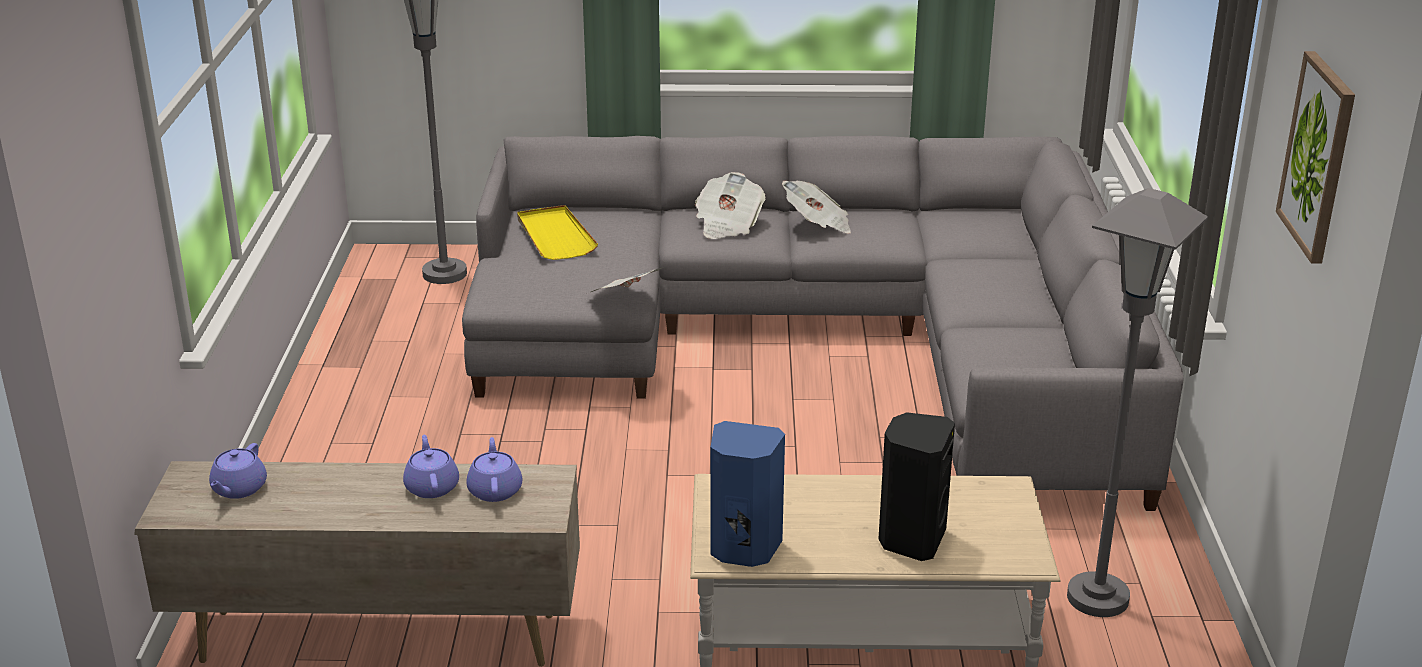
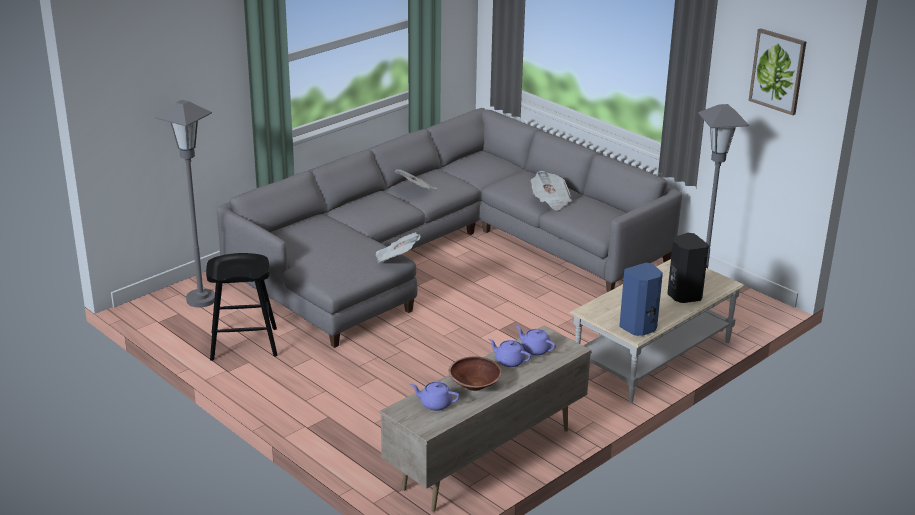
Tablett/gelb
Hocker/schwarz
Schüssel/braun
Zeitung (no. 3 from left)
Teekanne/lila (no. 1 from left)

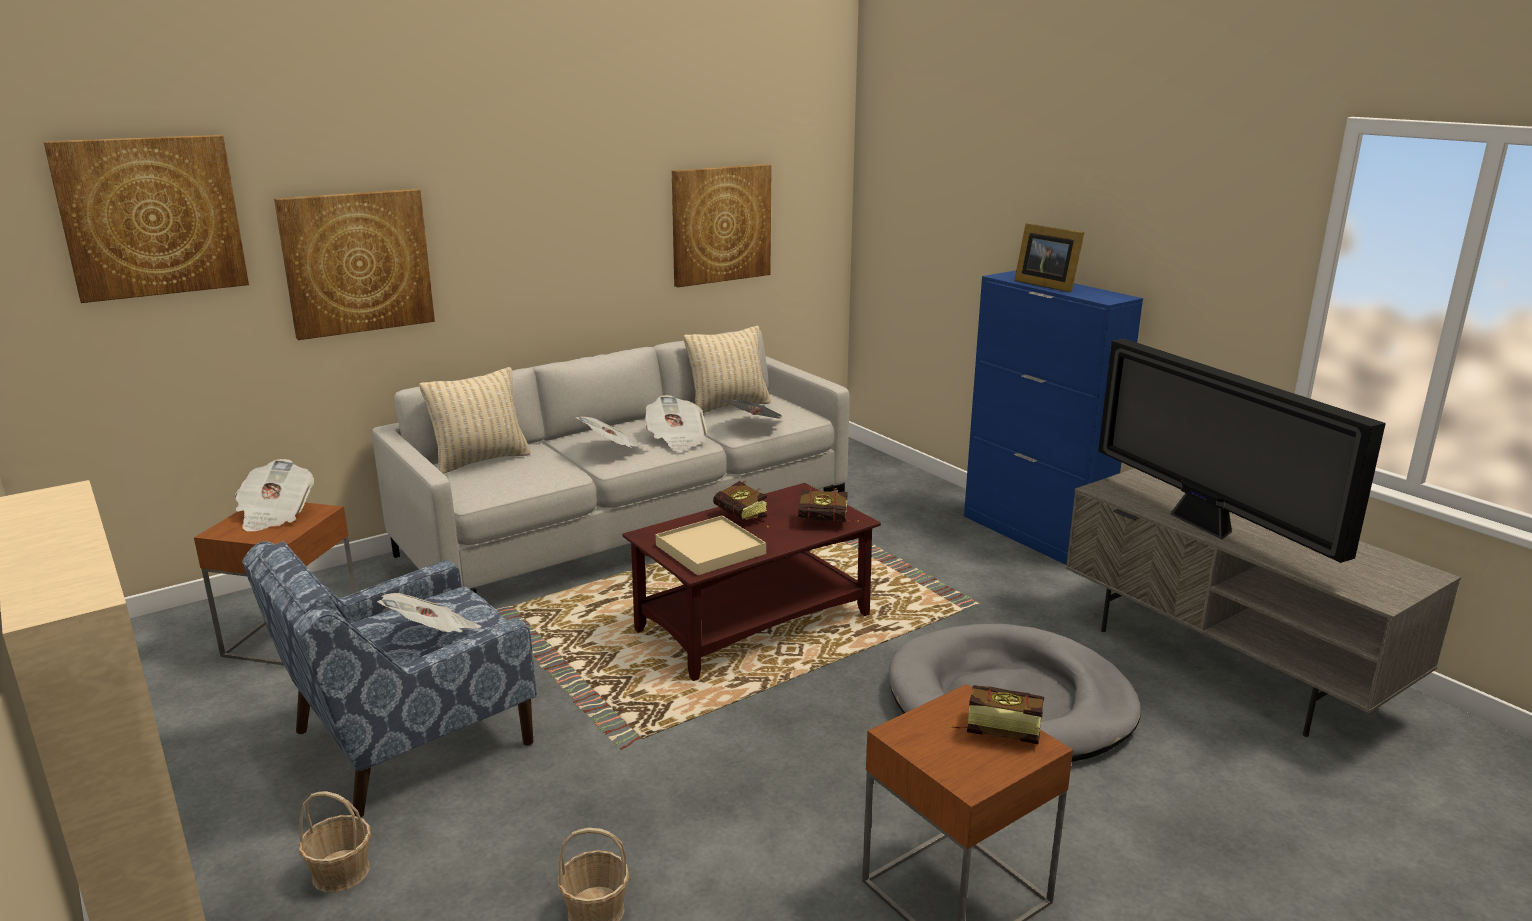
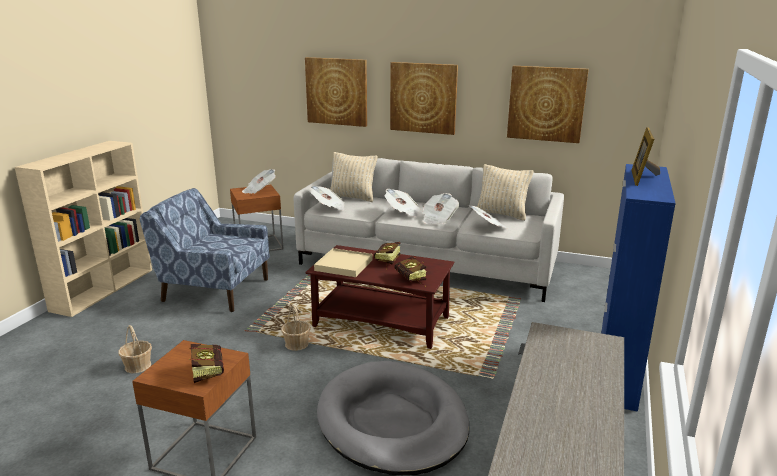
Fernseher
Bild (no. 2 from left)
Korb (no. 2 from left)
Zeitung (no. 2 from left)

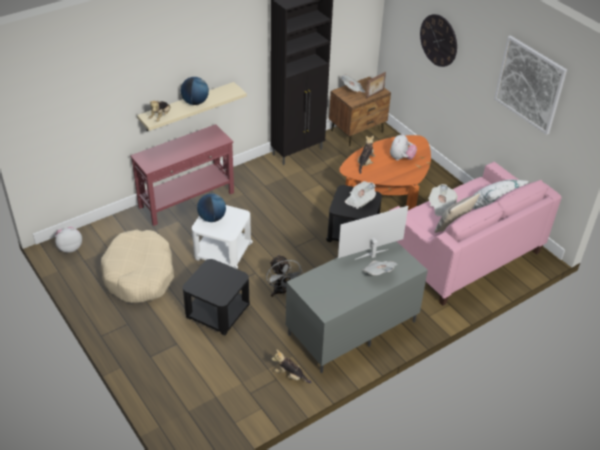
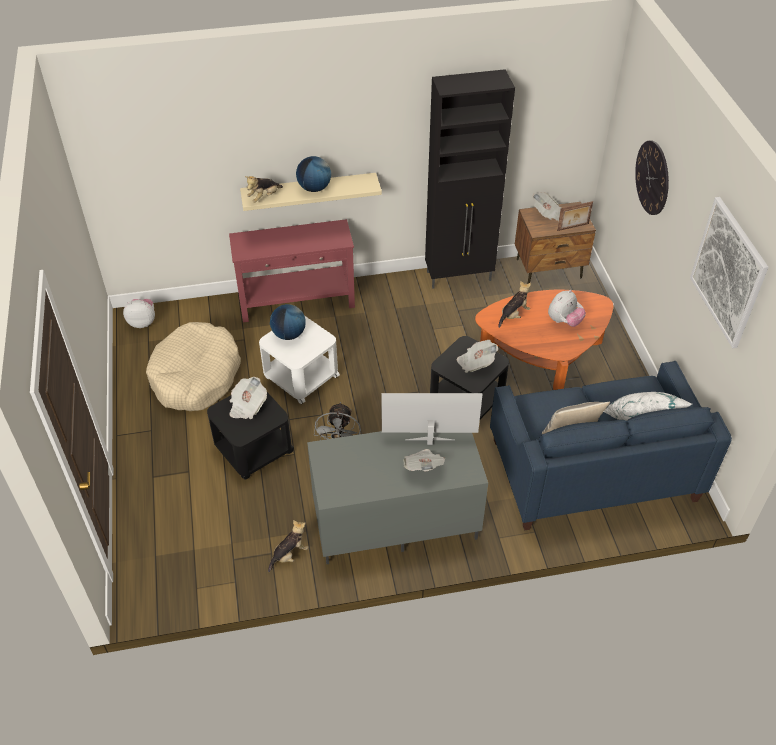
Zeitung (no. 1 from left)
Sofa/blau
Plüschtier (no. 3 from left)

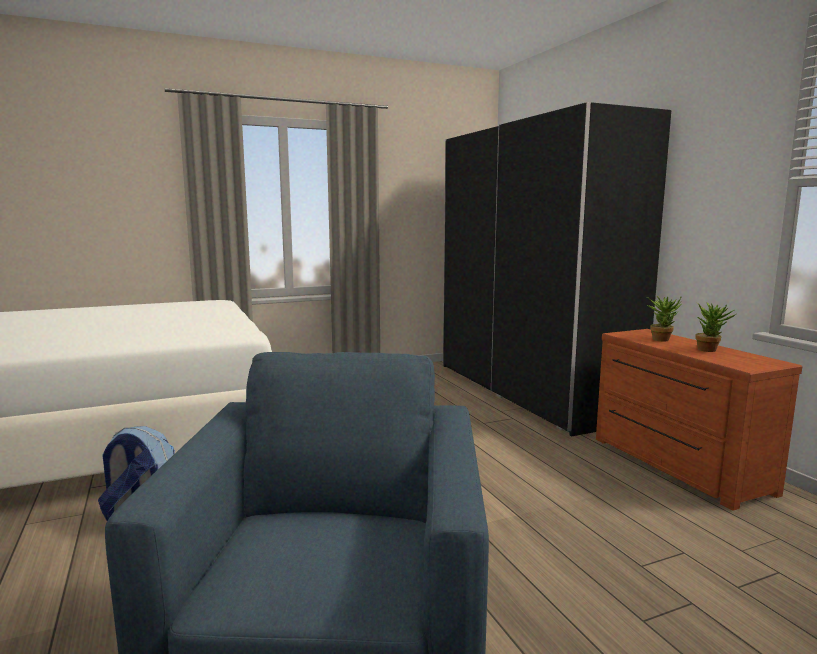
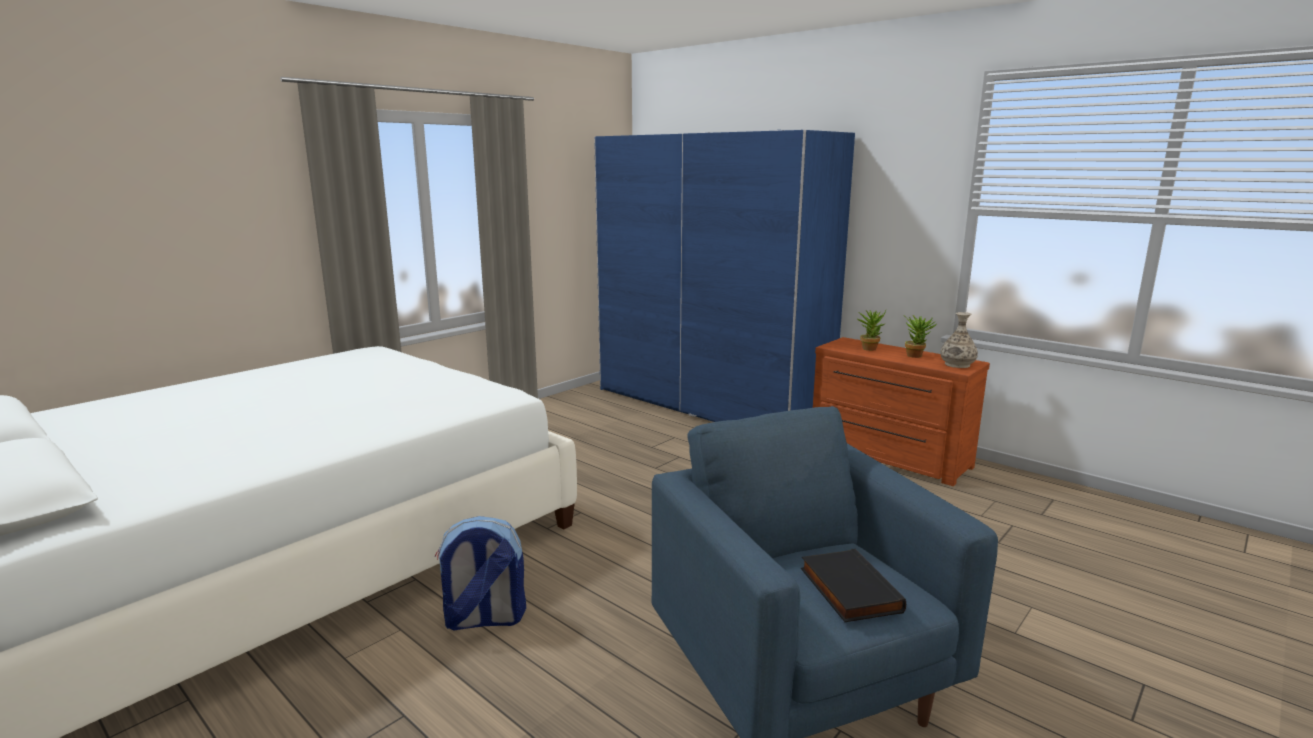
Buch/schwarz
Vase
Kleiderschrank/blau

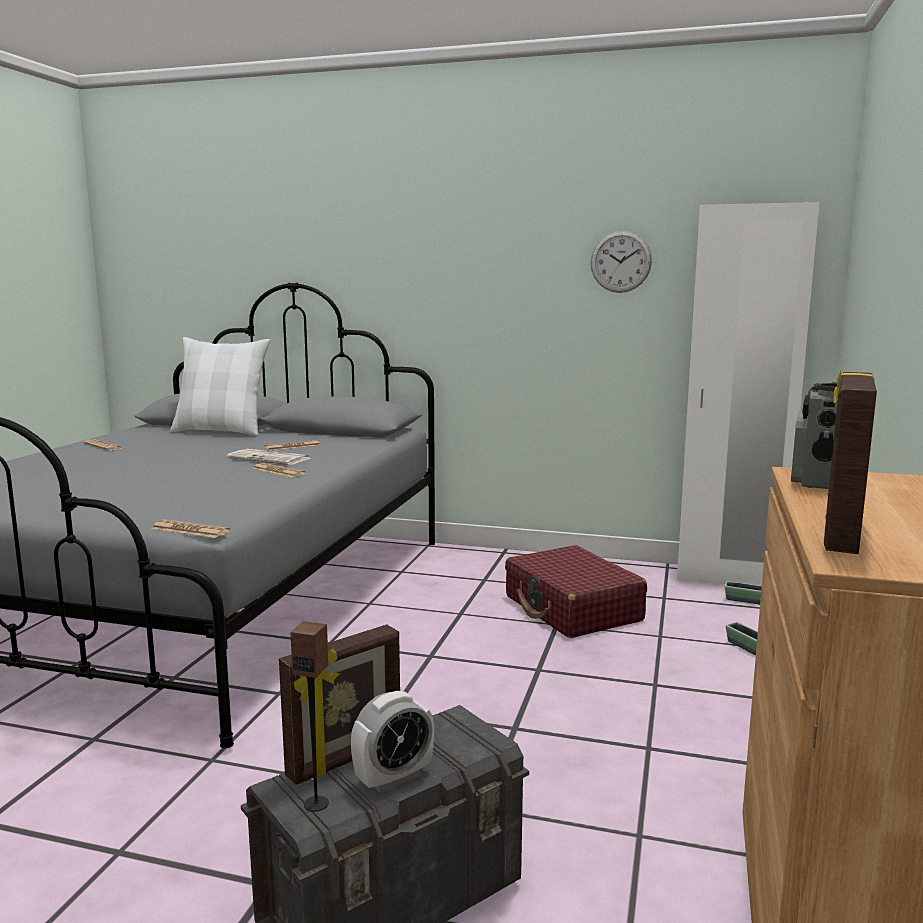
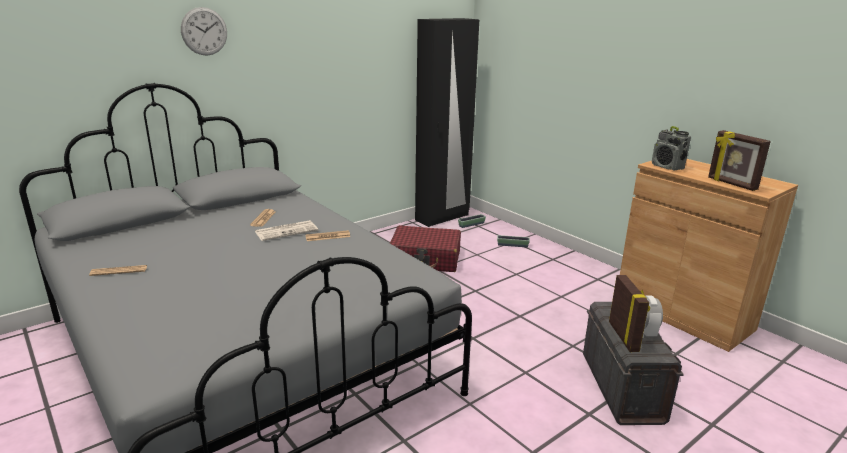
Zeitung (no. 2 from left in the first image)
Kissen/weiß
Lautsprecher
Wanduhr
Kleiderschrank/schwarz

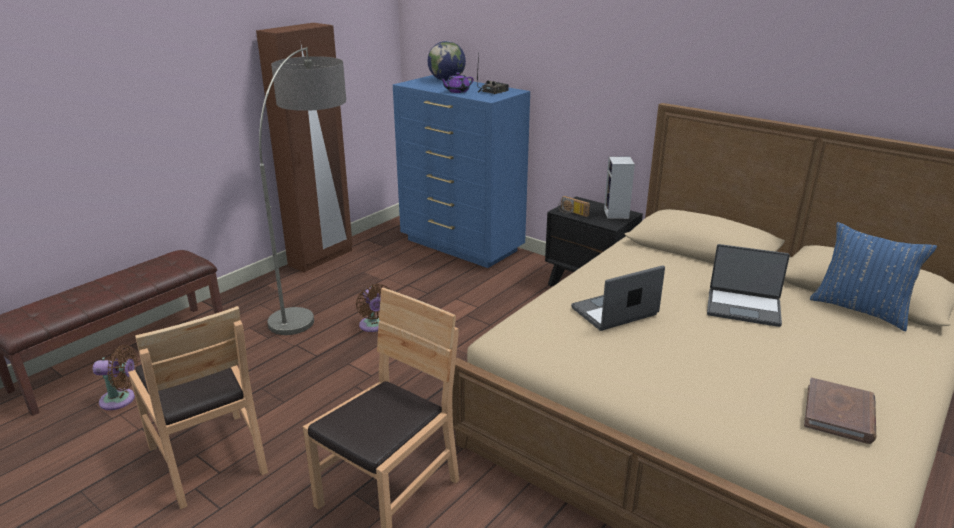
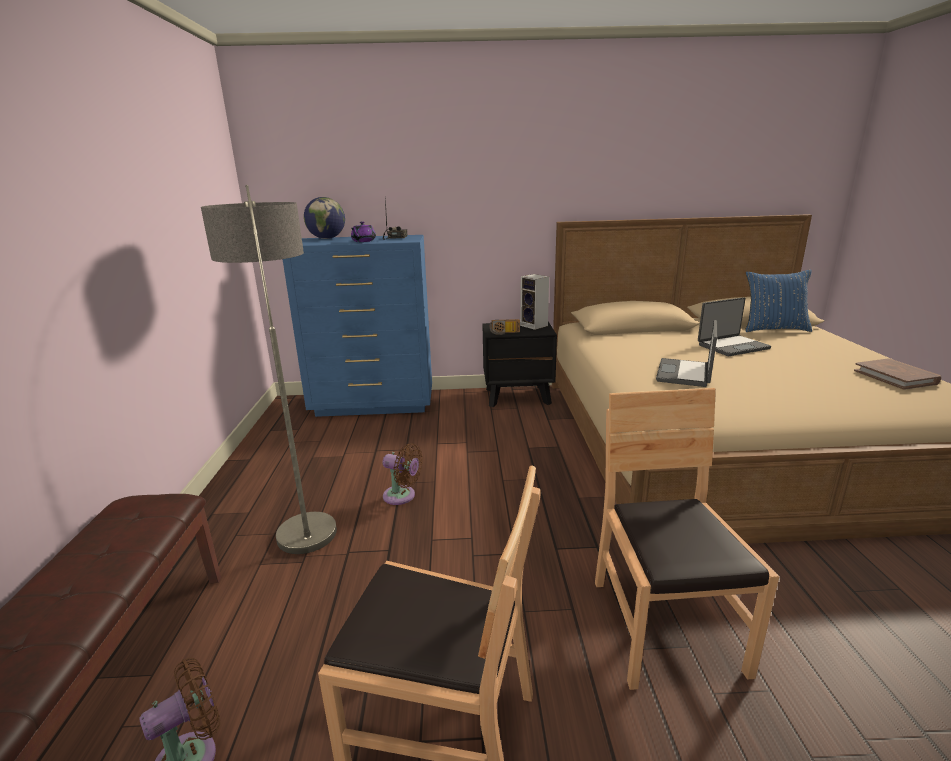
Kleiderschrank/braun

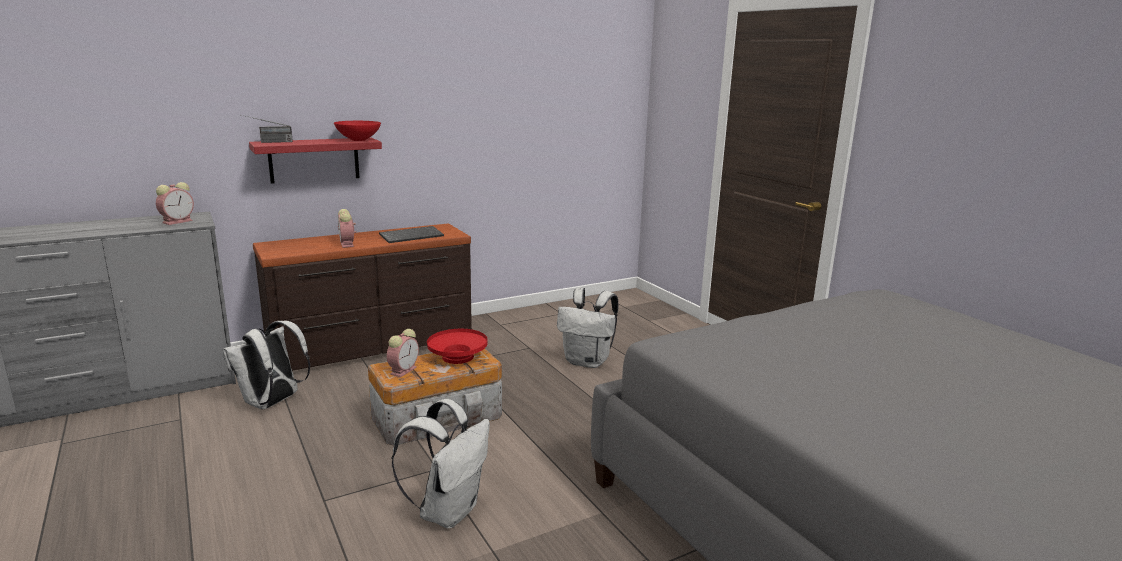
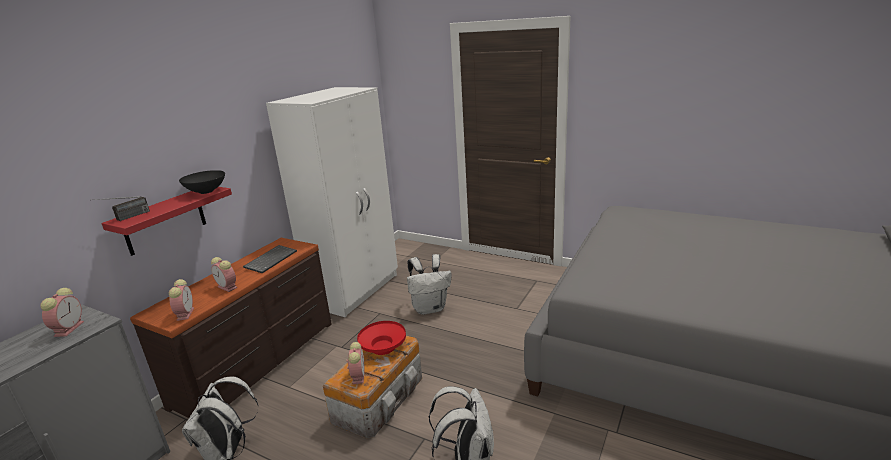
Wecker (no. 2 from left)
Kleiderschrank/weiß
Schüssel/schwarz

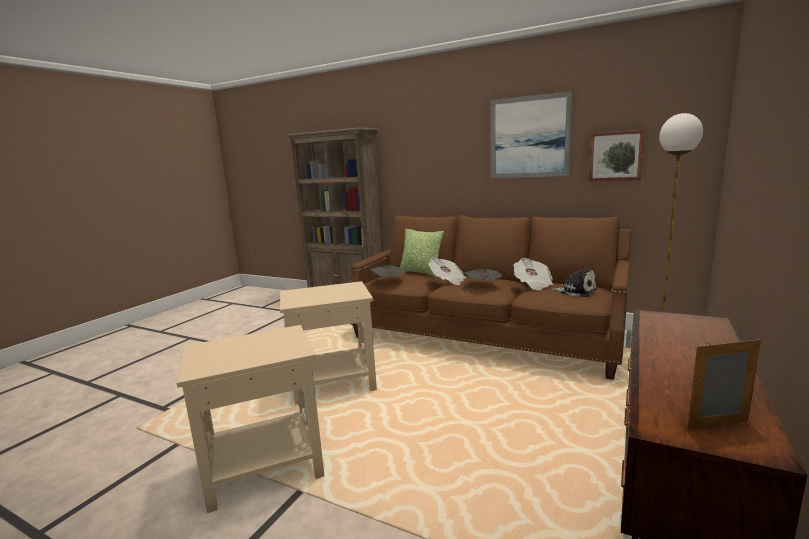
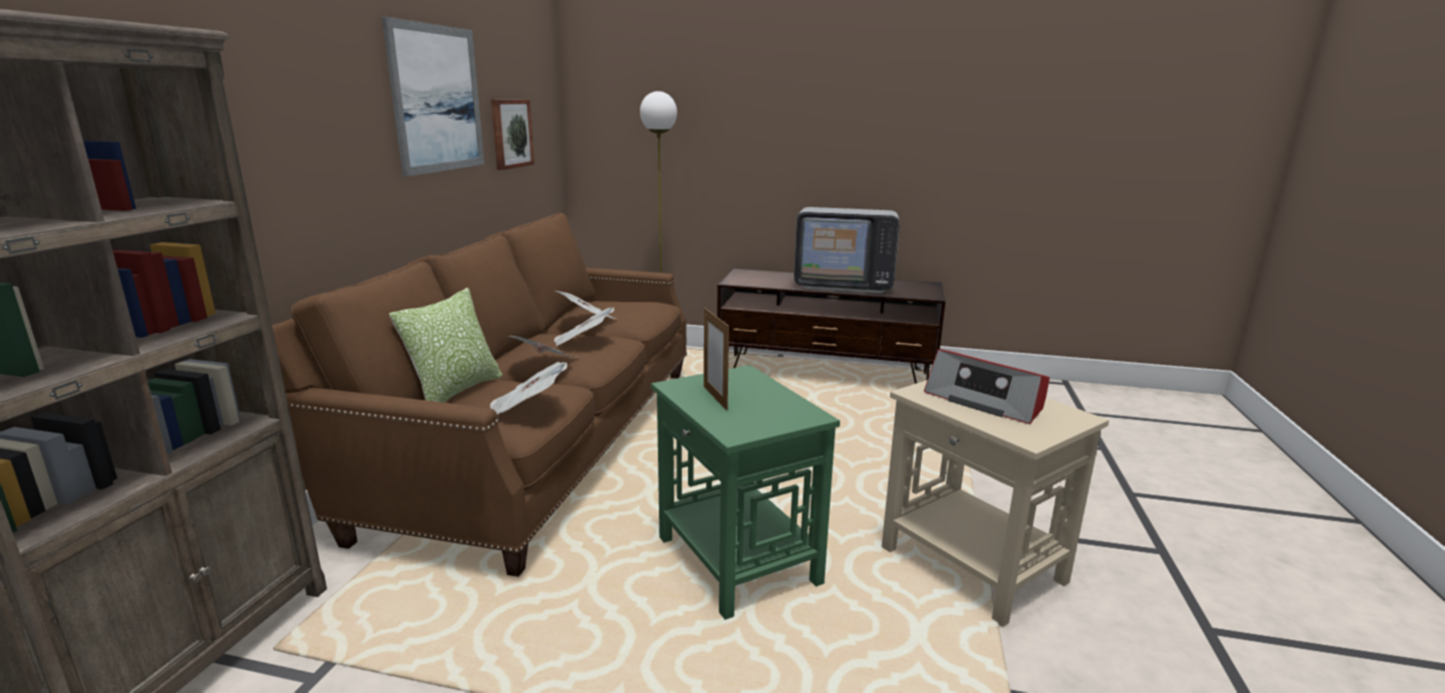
Plüschtier
Fernseher
Radio
Bilderrahmen
Beistelltisch/grün

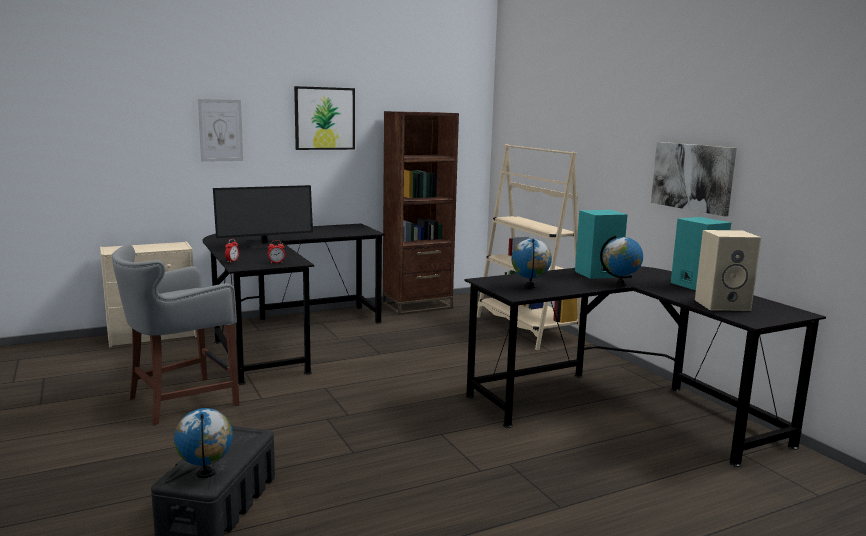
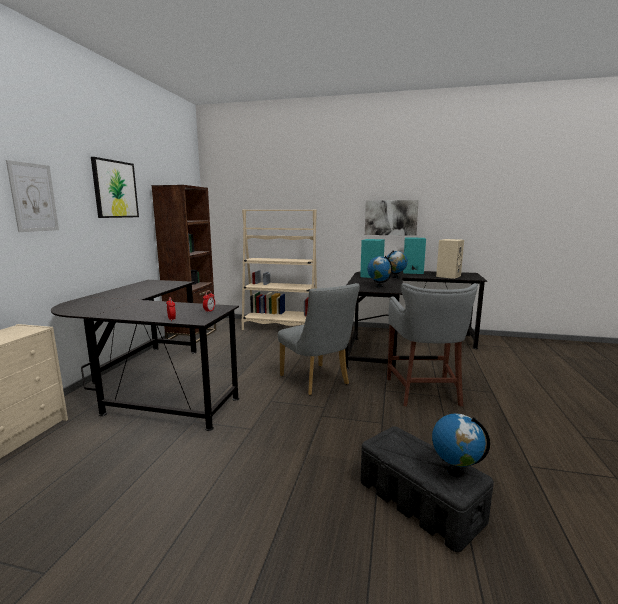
Monitor
Stuhl/grau
Hocker/grau

